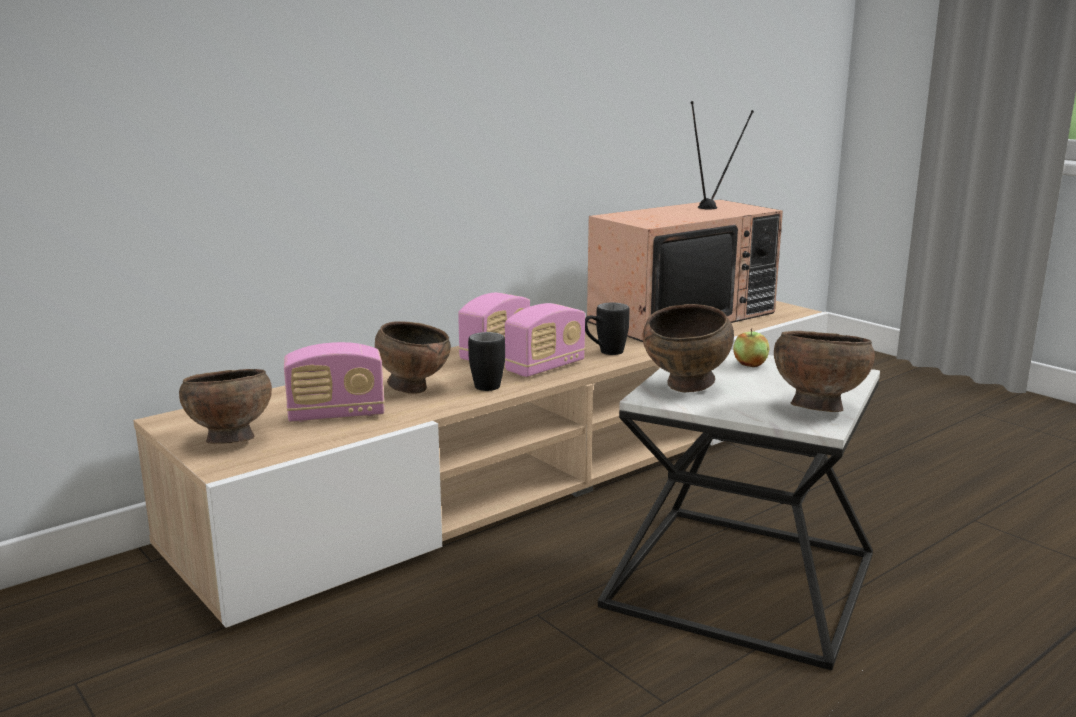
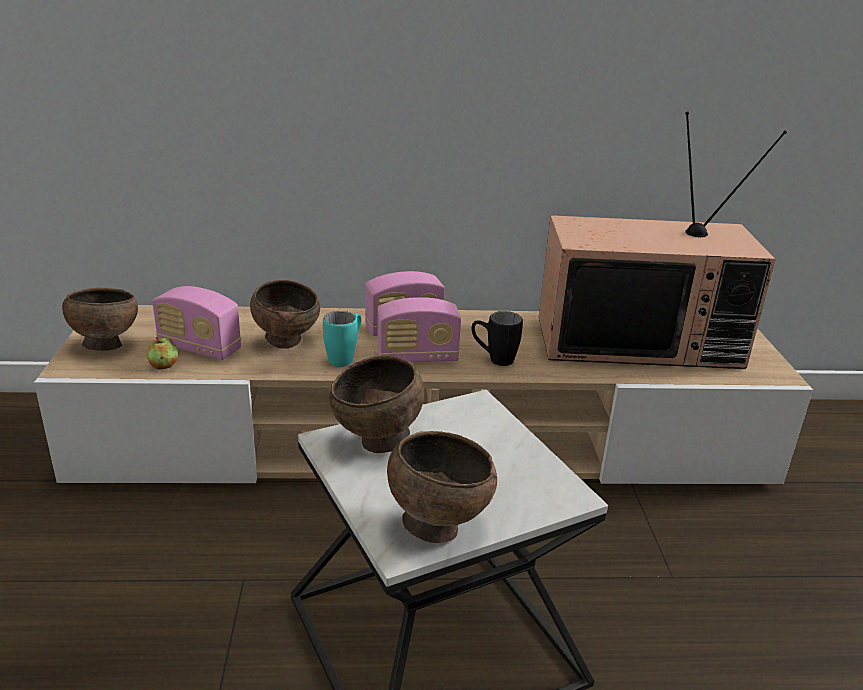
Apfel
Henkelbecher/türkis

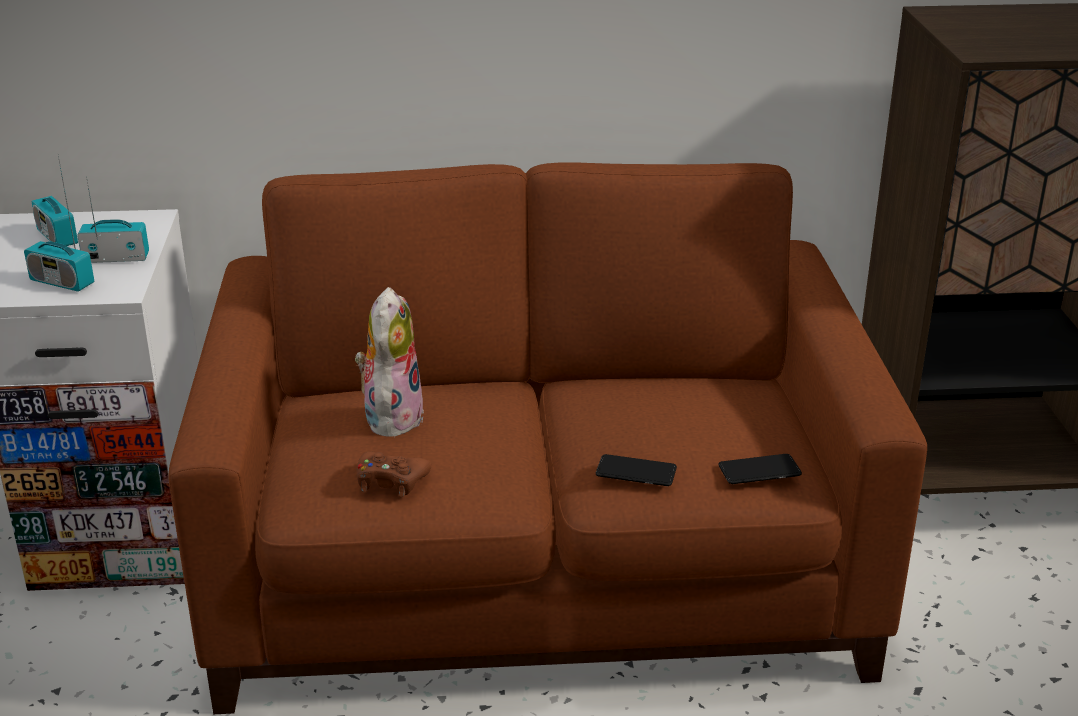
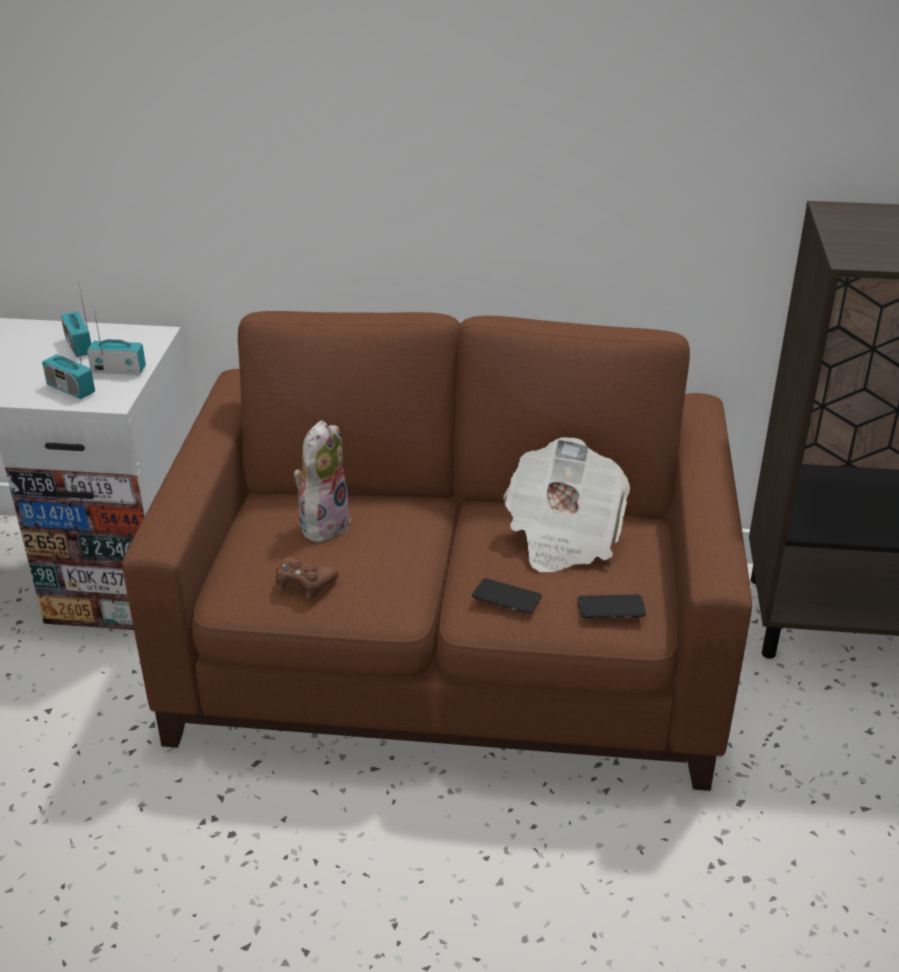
Zeitung

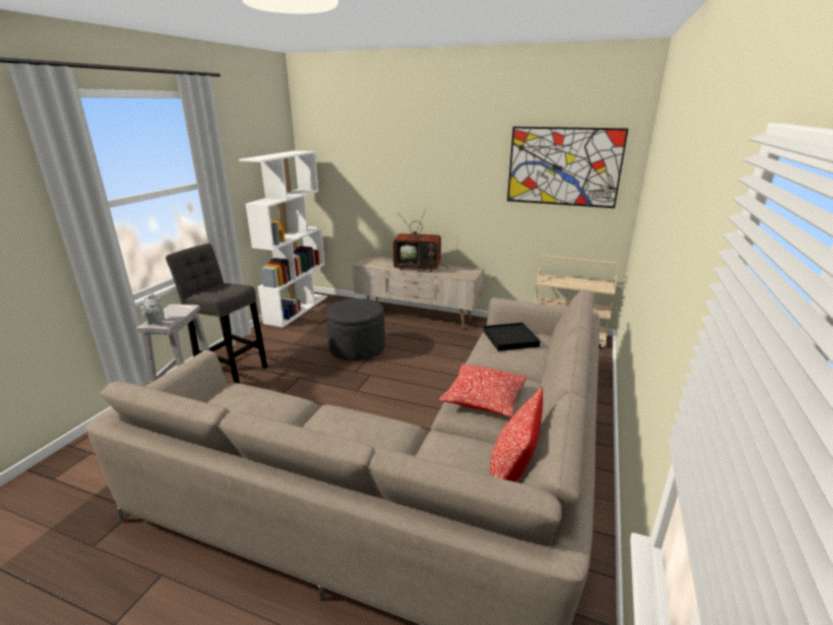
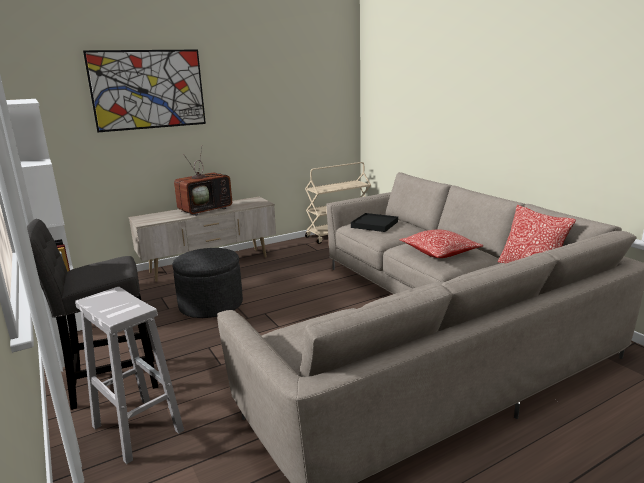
Teekanne/grau
Bild

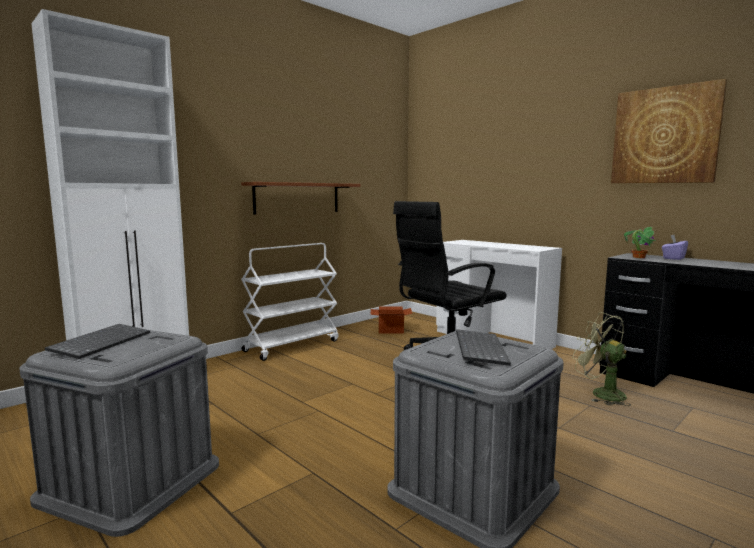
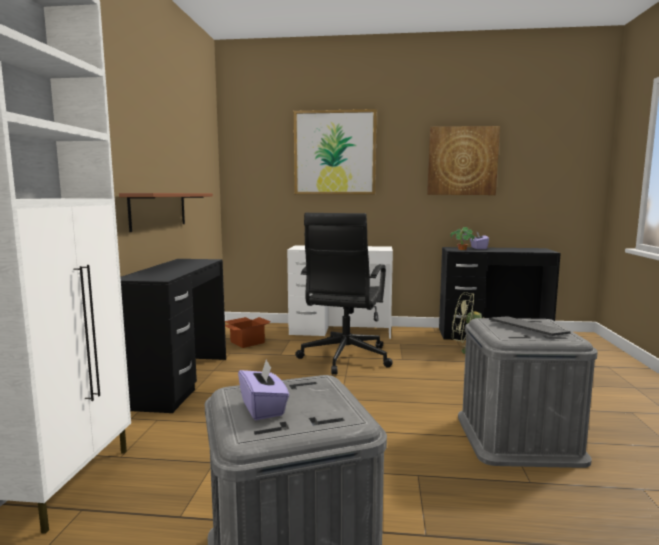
Bild (no. 1 from left)
Taschentuchbox/lila (no. 1 from left)
Schreibtisch/schwarz (no. 1 from left)

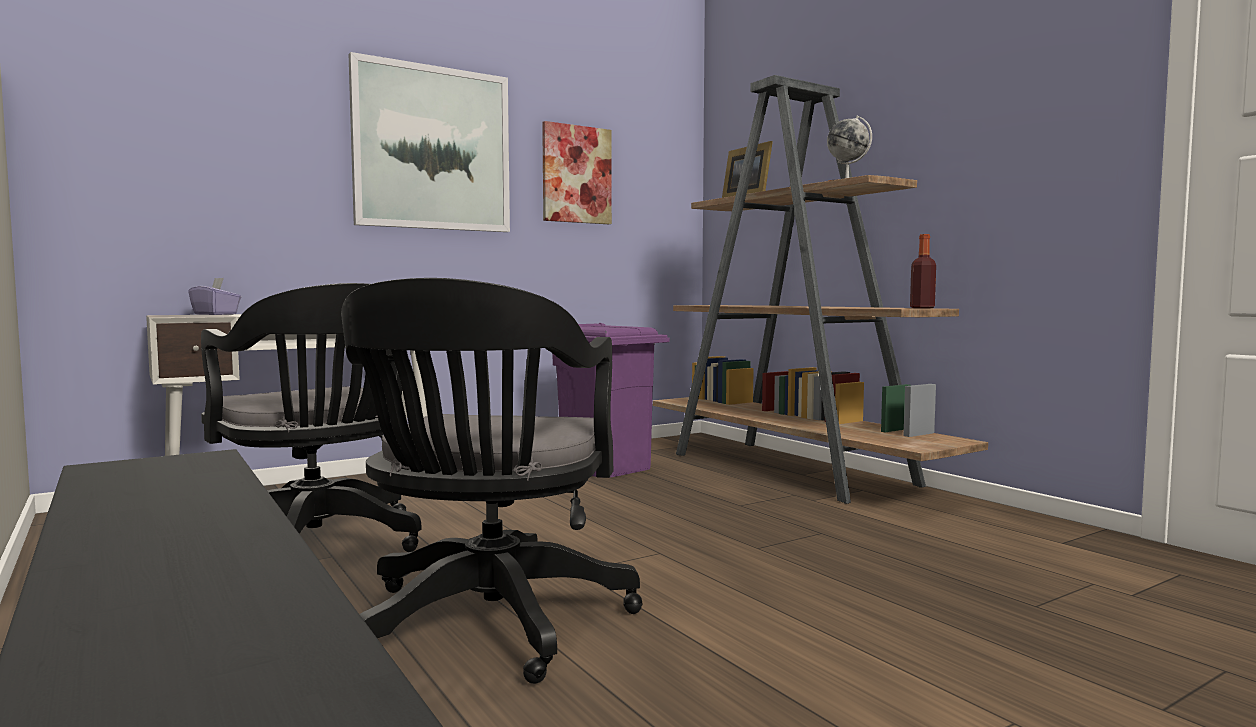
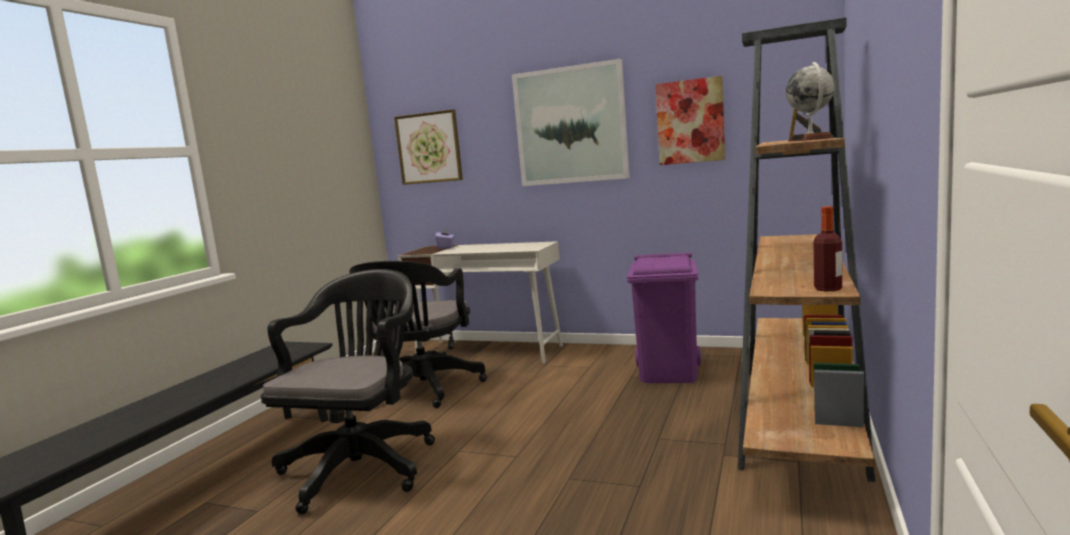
Bild (no. 1 from left)
Bürostuhl/schwarz (no. 1 from left)

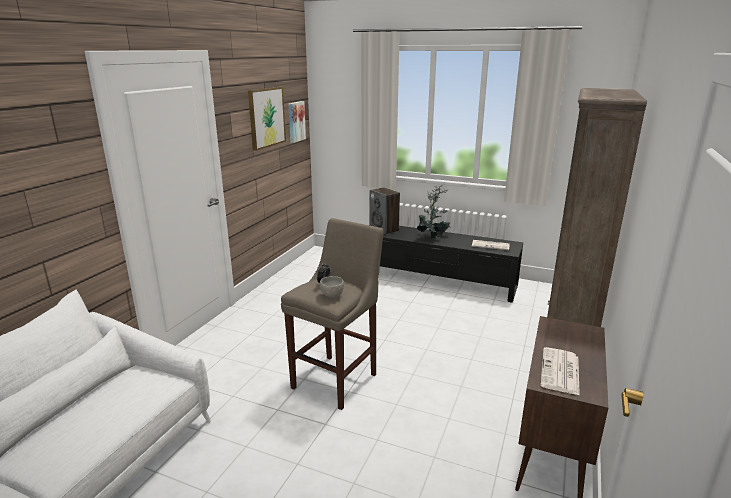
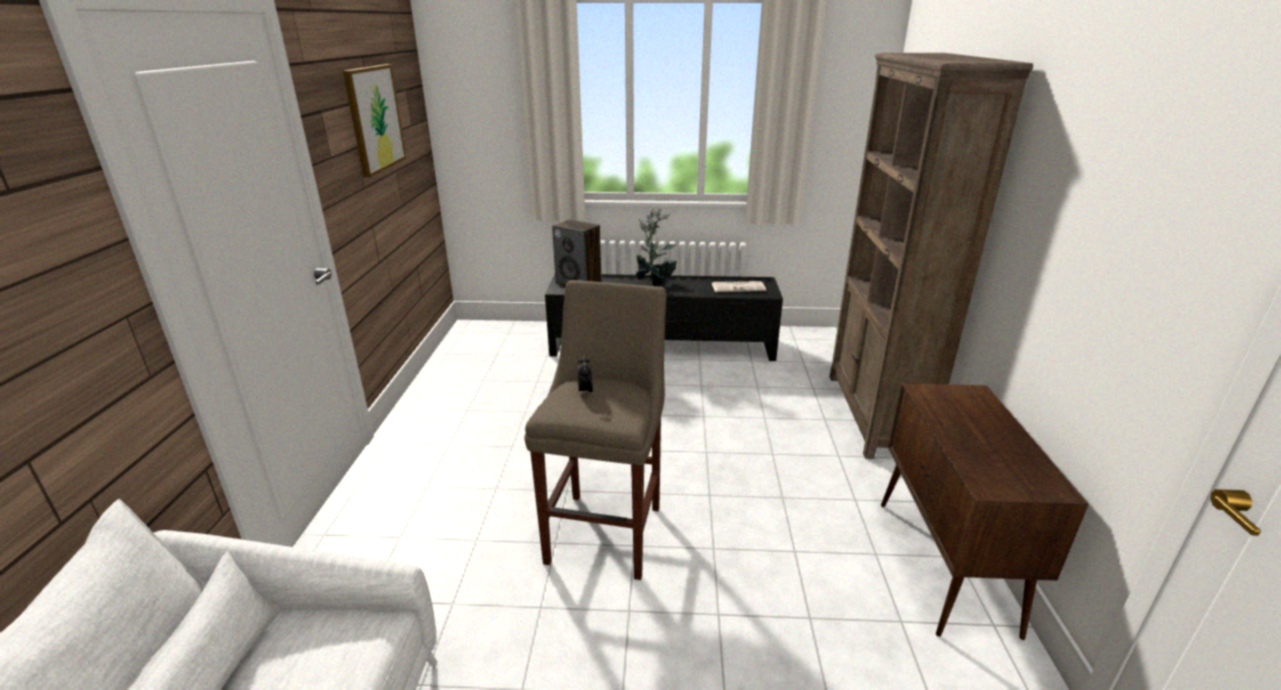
Bild (no. 2 from left in the first image)
Schüssel/grau
Zeitung (no. 2 from left in the first image)

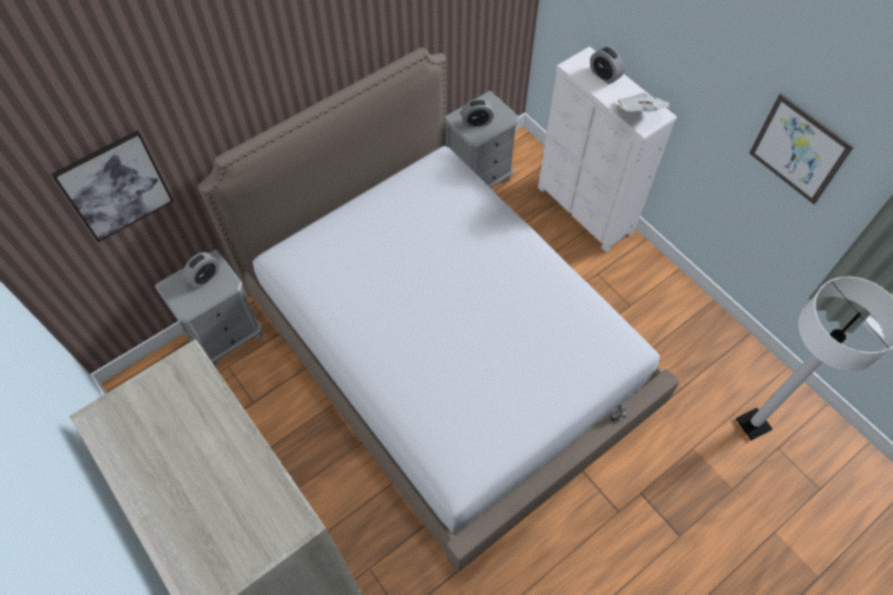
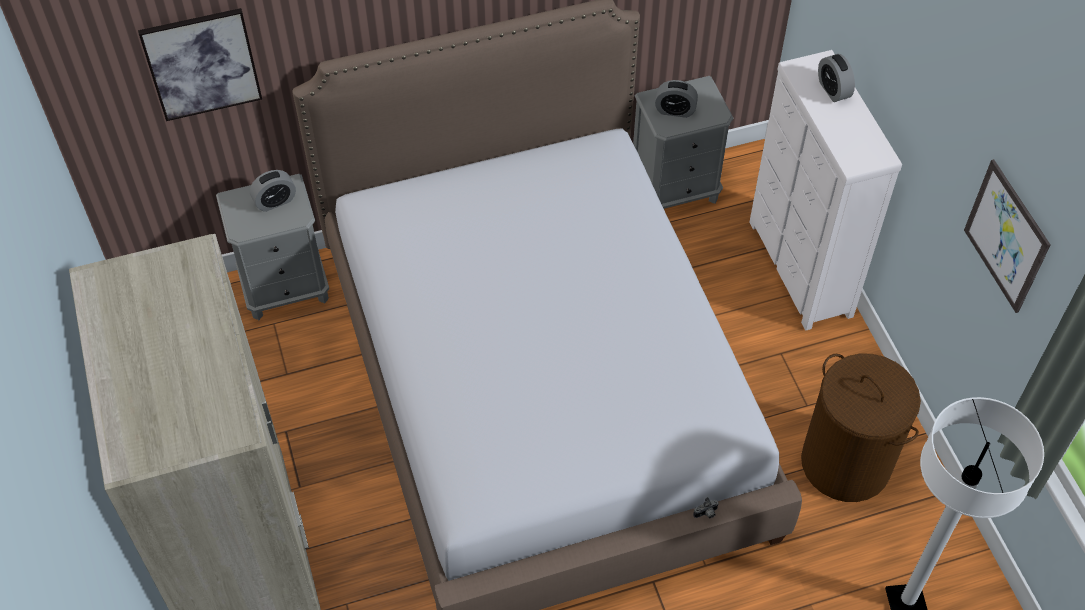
Zeitung
Wäschekorb/braun

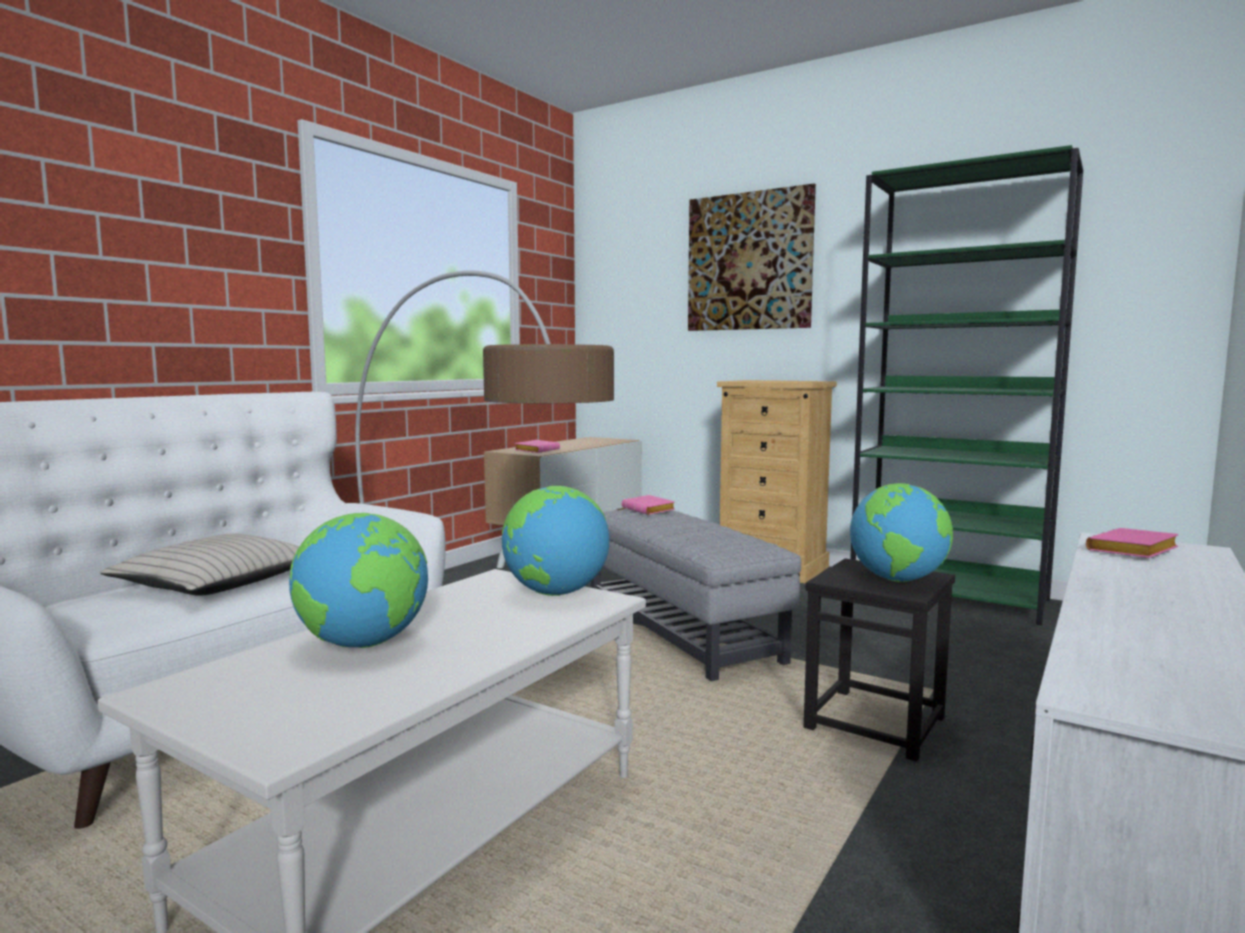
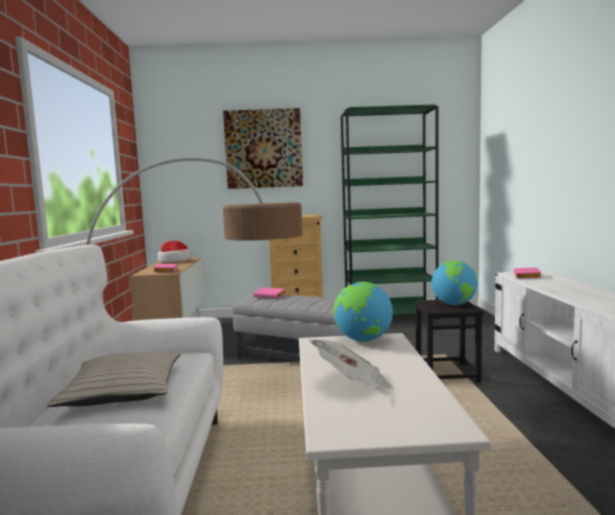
Hut
Zeitung

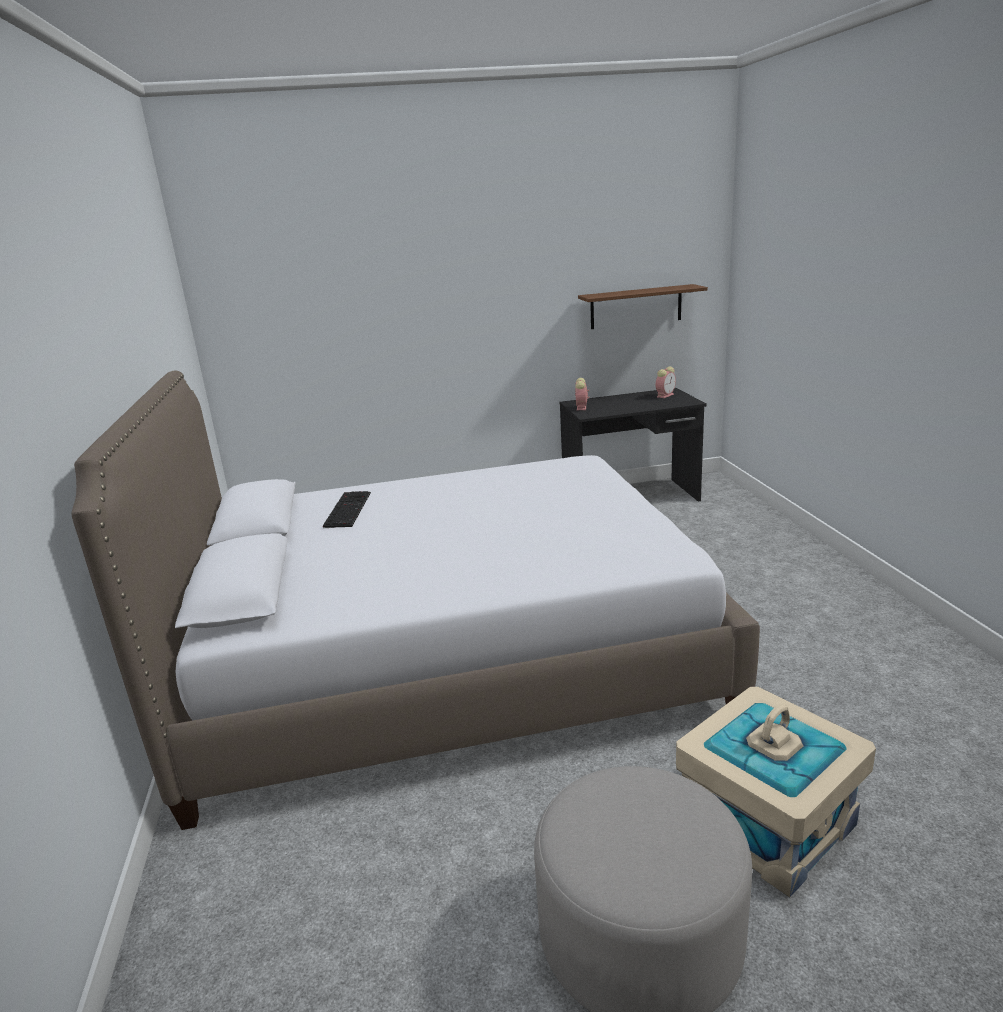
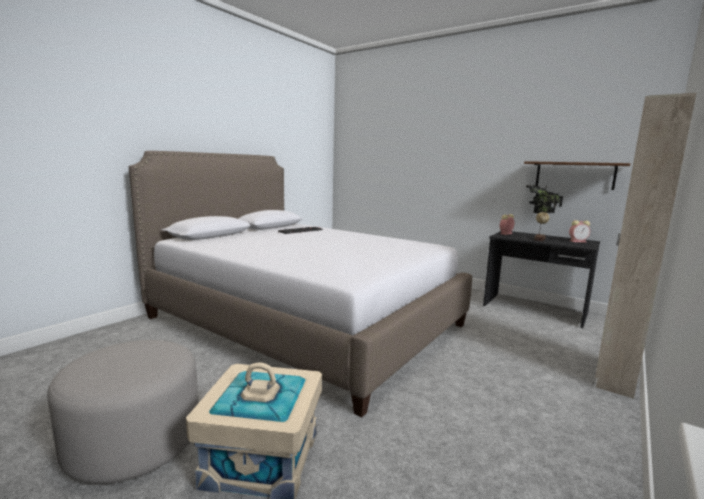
Topfpflanze
Kleiderschrank/beige

